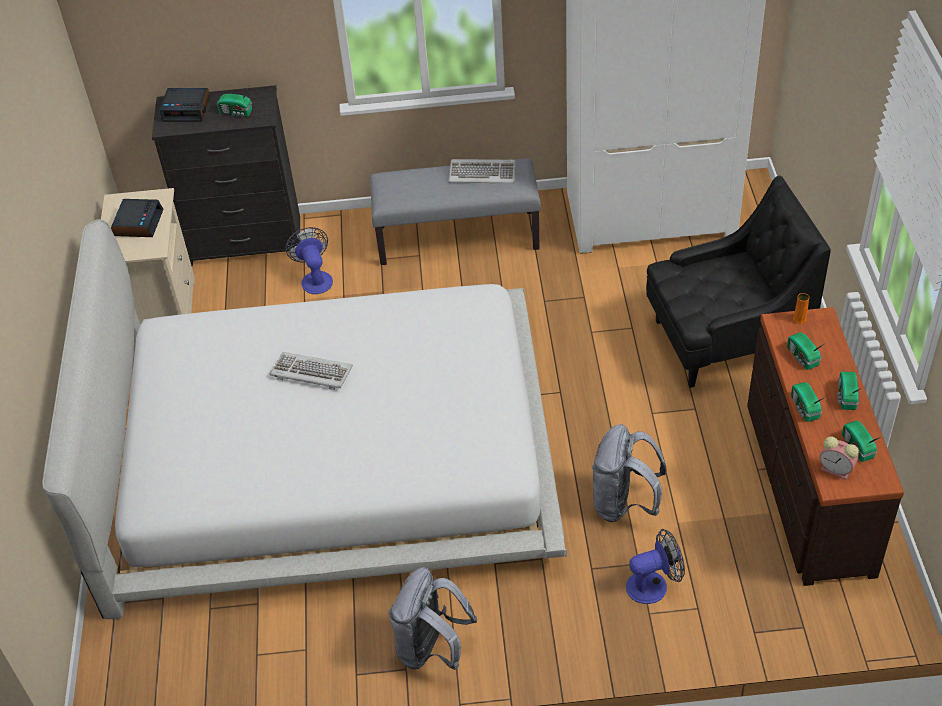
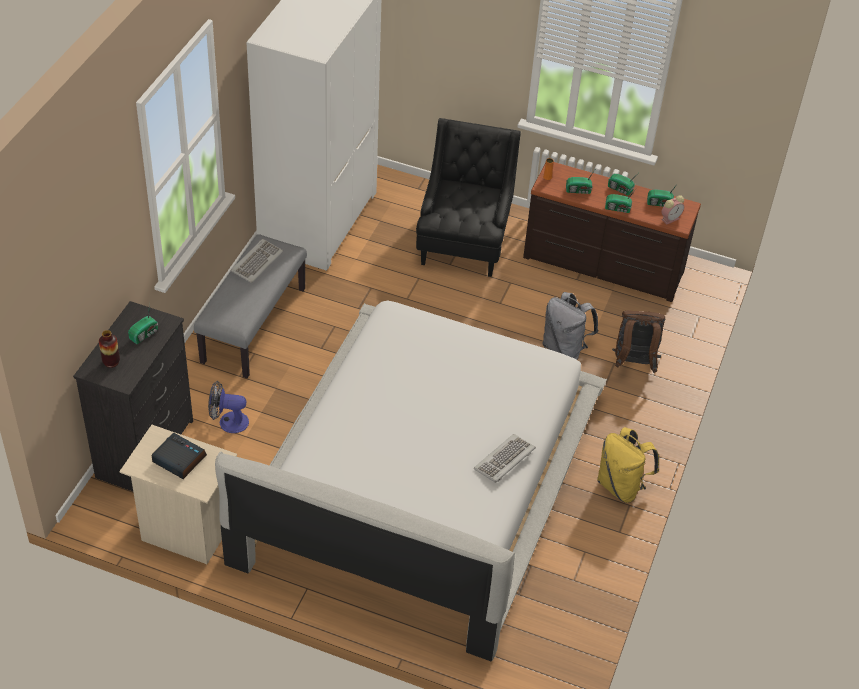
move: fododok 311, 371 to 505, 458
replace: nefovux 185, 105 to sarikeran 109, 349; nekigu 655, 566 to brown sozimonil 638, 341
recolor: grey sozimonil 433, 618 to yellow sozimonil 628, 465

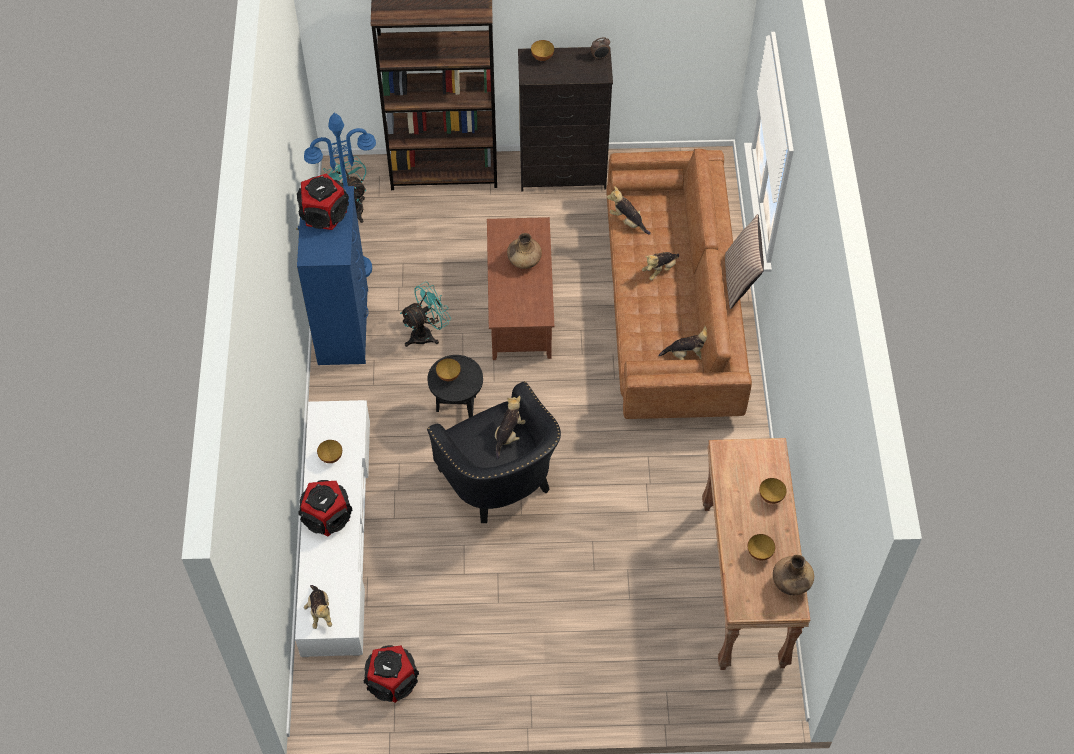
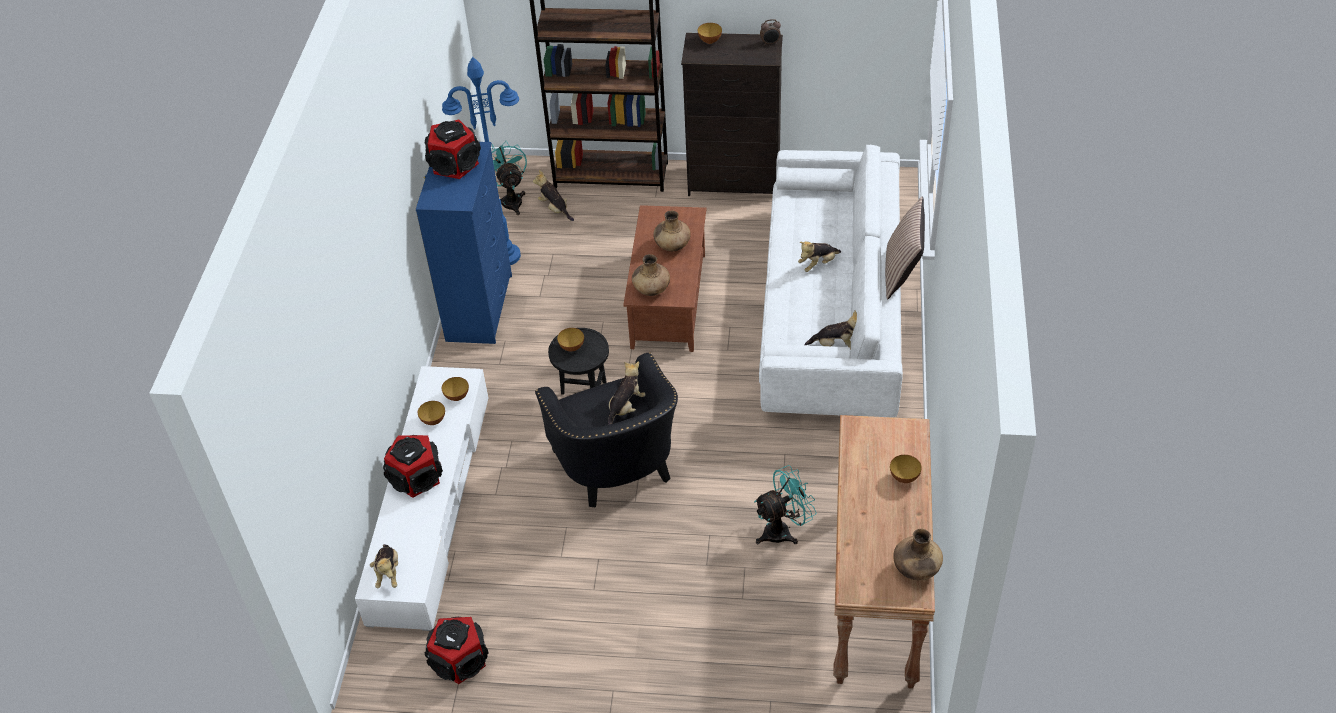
insert: brown sarikeran 651, 275
move: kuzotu 629, 210 to 553, 195; turquoise nekigu 425, 314 to 785, 504; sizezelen 761, 547 to 455, 389
recolor: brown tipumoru 679, 284 to white tipumoru 831, 281

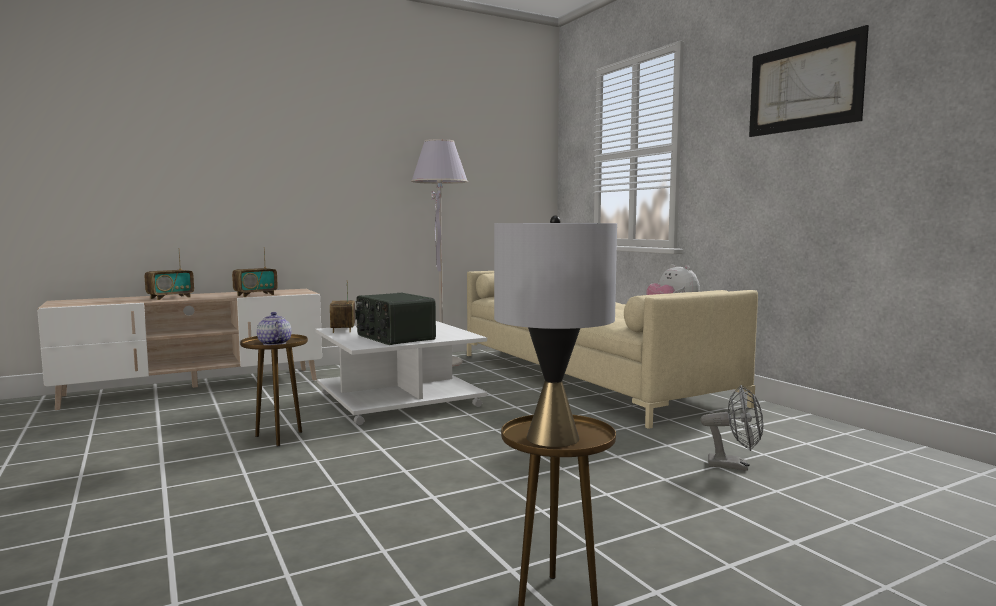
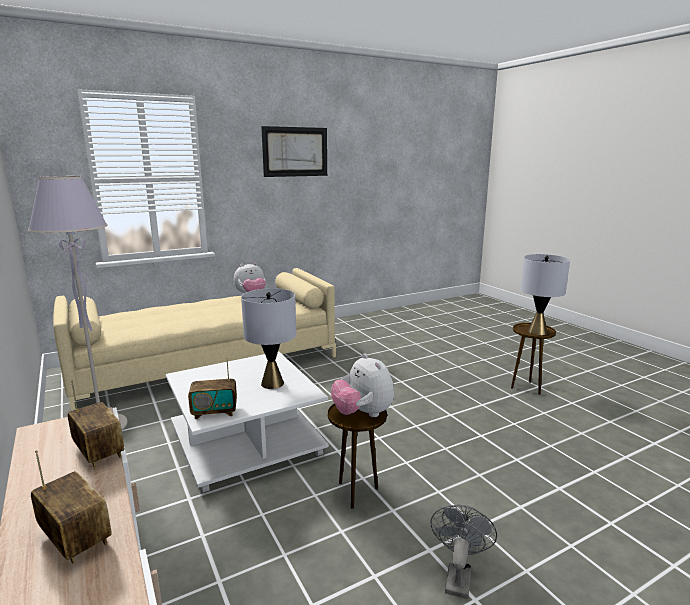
move: grey nekigu 732, 428 to 463, 552
replace: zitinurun 395, 319 to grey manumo 268, 338; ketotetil 274, 328 to kuzotu 362, 385

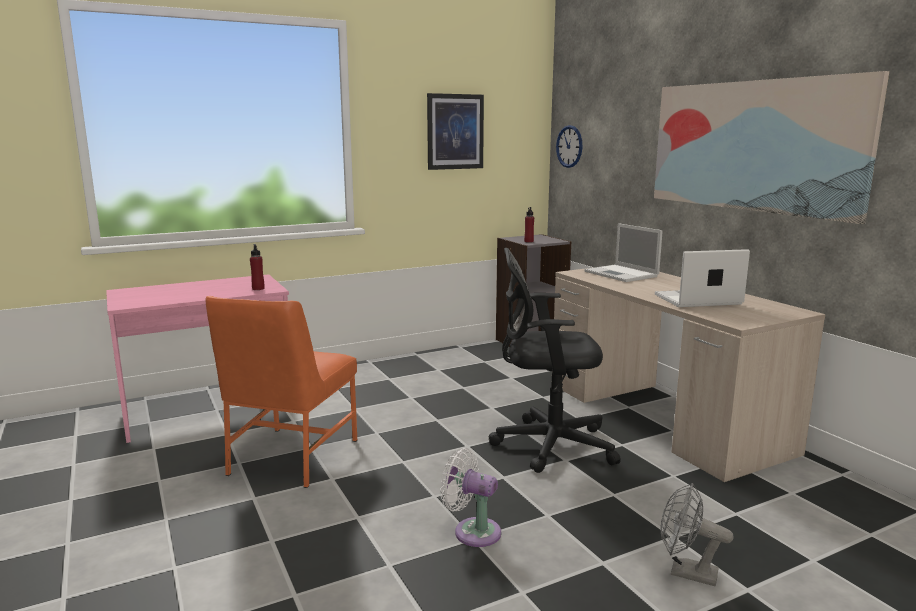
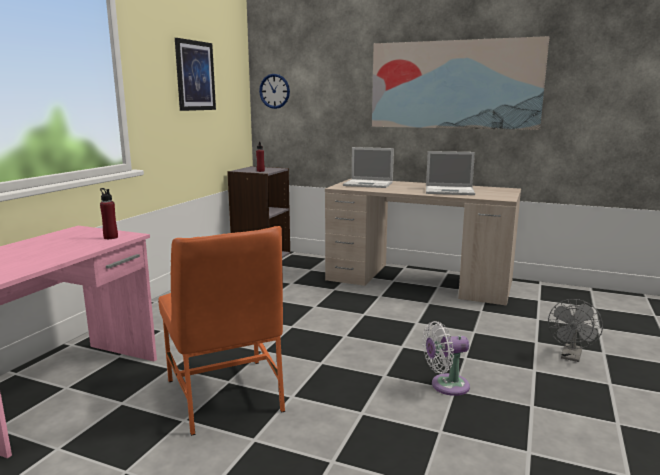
delete: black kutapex 555, 360
rotate: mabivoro 702, 278 = 450, 173 120 degrees counterclockwise; grey nekigu 697, 534 = 575, 330 45 degrees counterclockwise

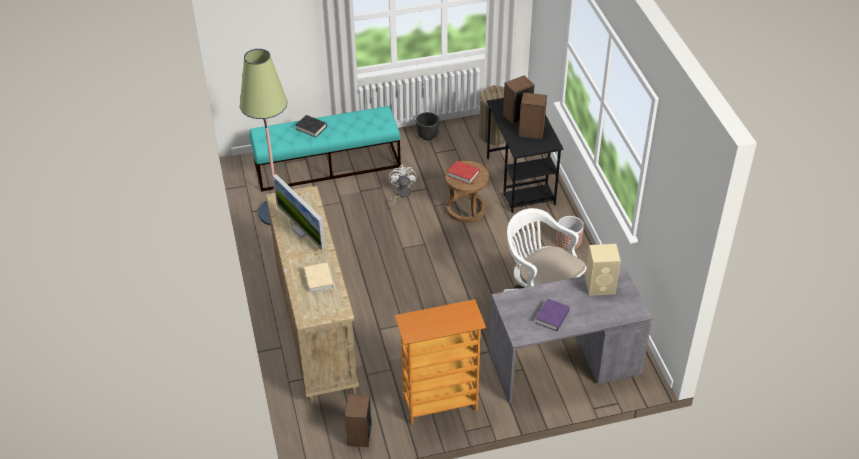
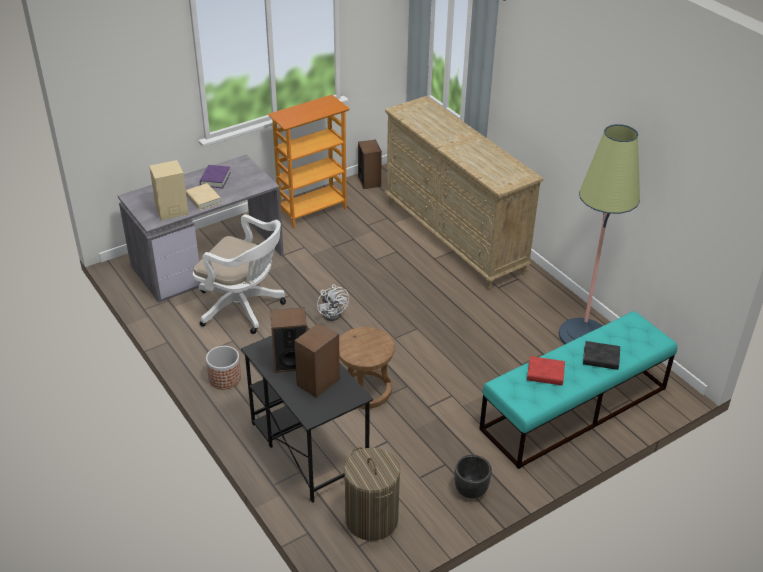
delete: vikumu 299, 212
move: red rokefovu 463, 173 to 546, 371; white nekigu 402, 187 to 333, 302; beige rokefovu 319, 278 to 203, 196

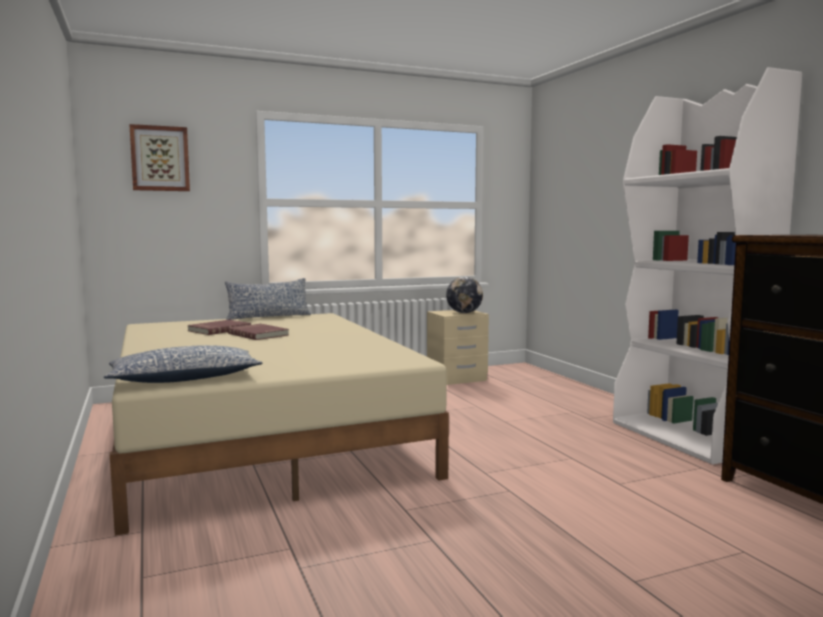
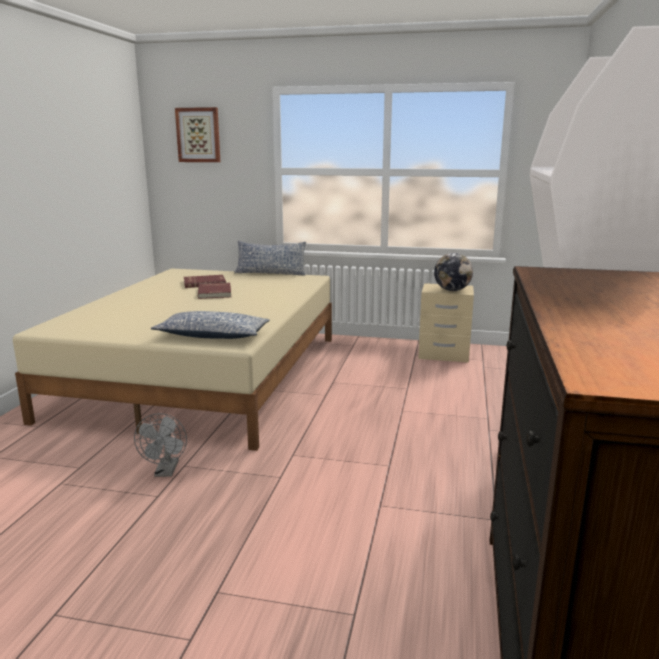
insert: grey nekigu 160, 445
move: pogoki 183, 364 to 210, 325

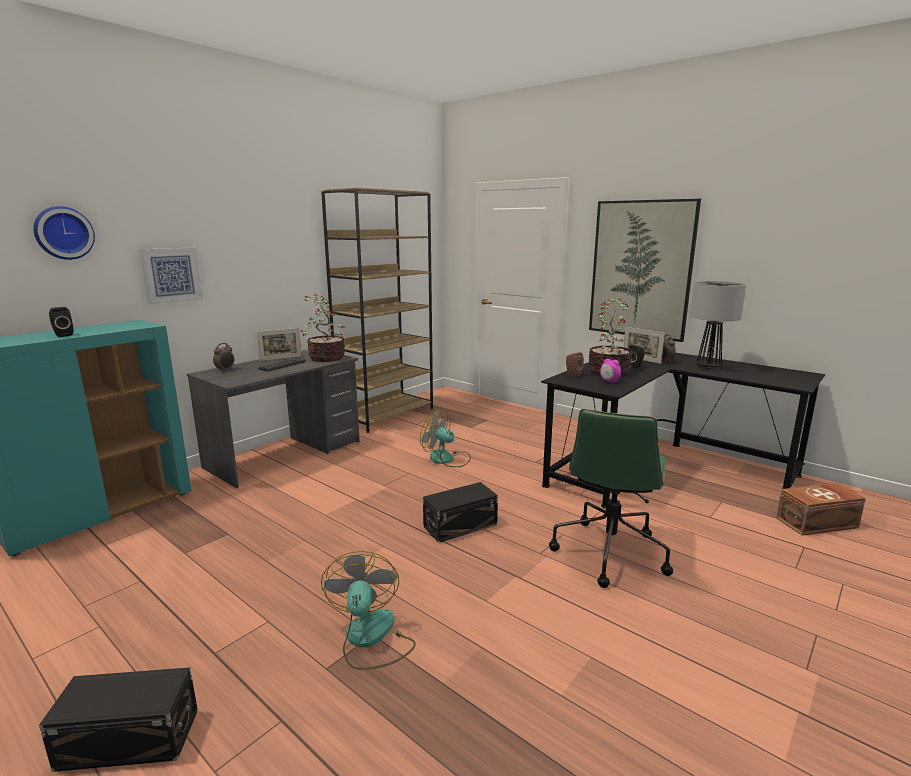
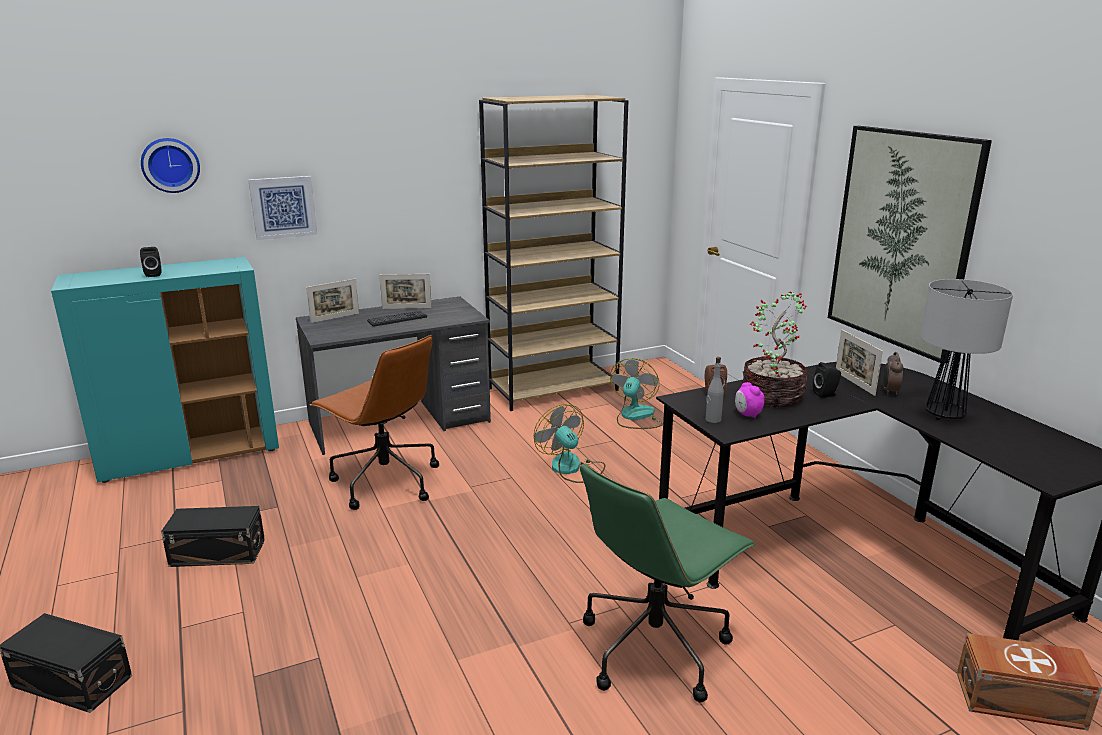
delete: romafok 323, 327
insert: brown kutapex 374, 422; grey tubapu 715, 390
move: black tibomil 460, 512 to 213, 536; nekigu 368, 610 to 636, 393
replace: nefovux 223, 357 to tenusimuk 332, 301

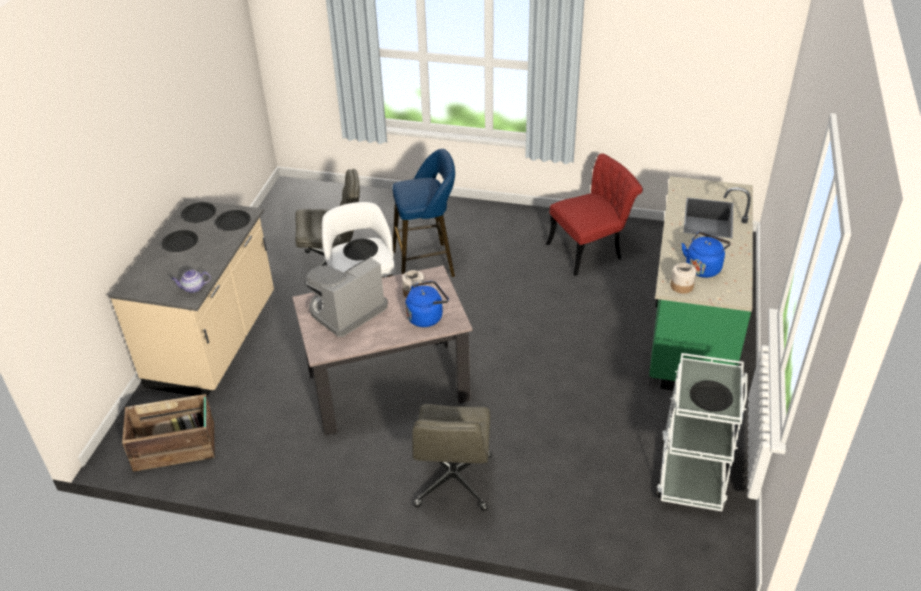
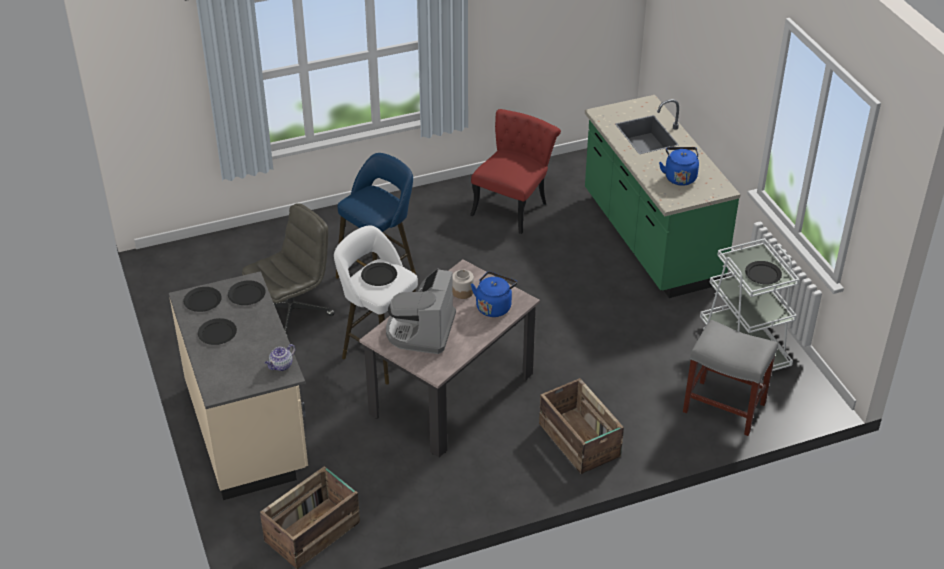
delete: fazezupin 683, 278
insert: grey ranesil 730, 378
replace: grey kutapex 452, 457 to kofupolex 581, 426

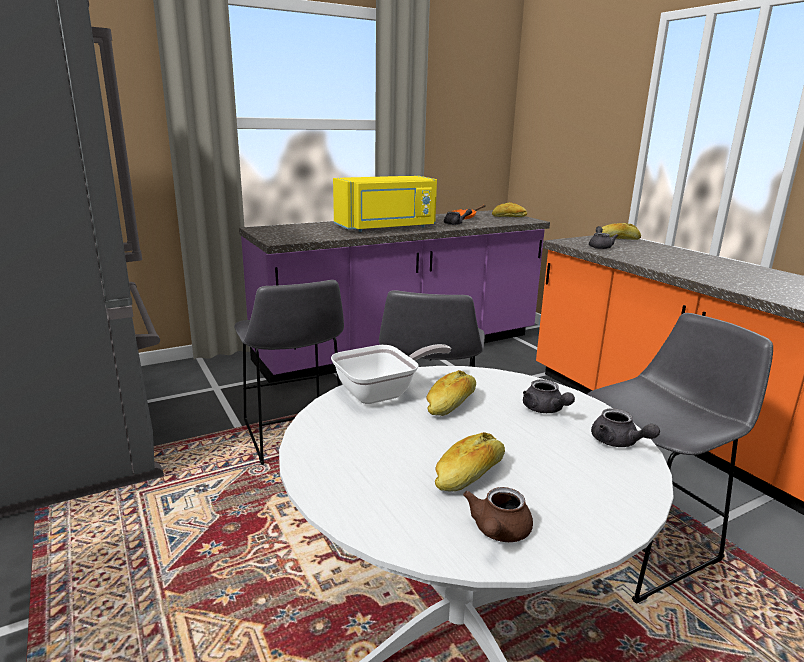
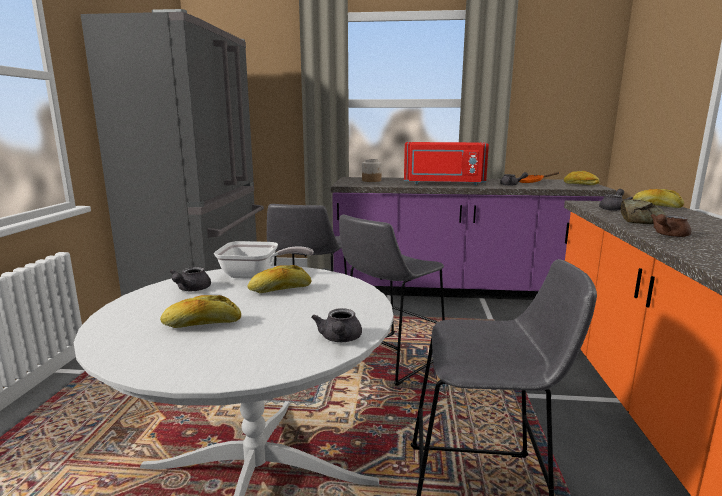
insert: fazezupin 372, 170; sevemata 643, 211
move: grey ketotetil 549, 396 to 190, 279; brown ketotetil 498, 514 to 670, 225
recolor: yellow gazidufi 385, 204 to red gazidufi 446, 163

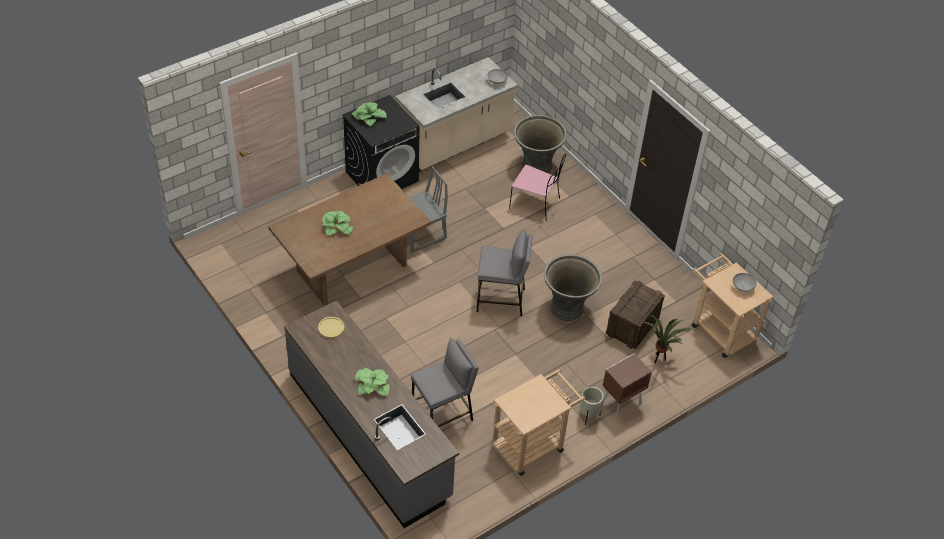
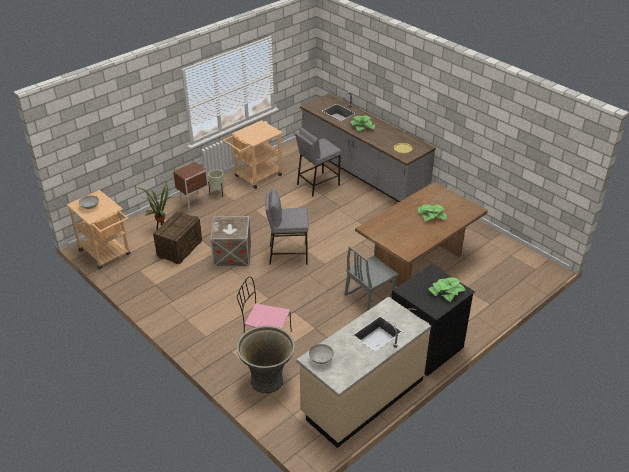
replace: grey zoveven 573, 287 to kofupolex 230, 241

